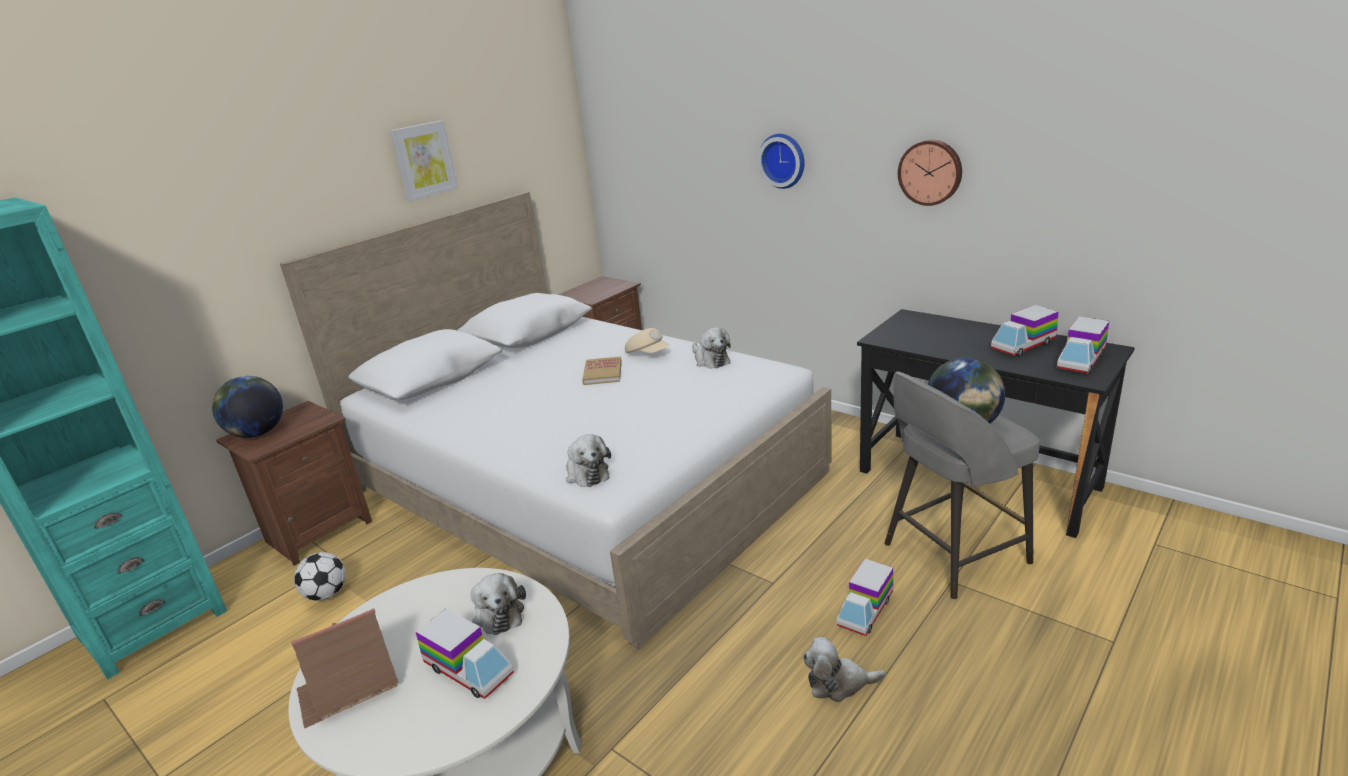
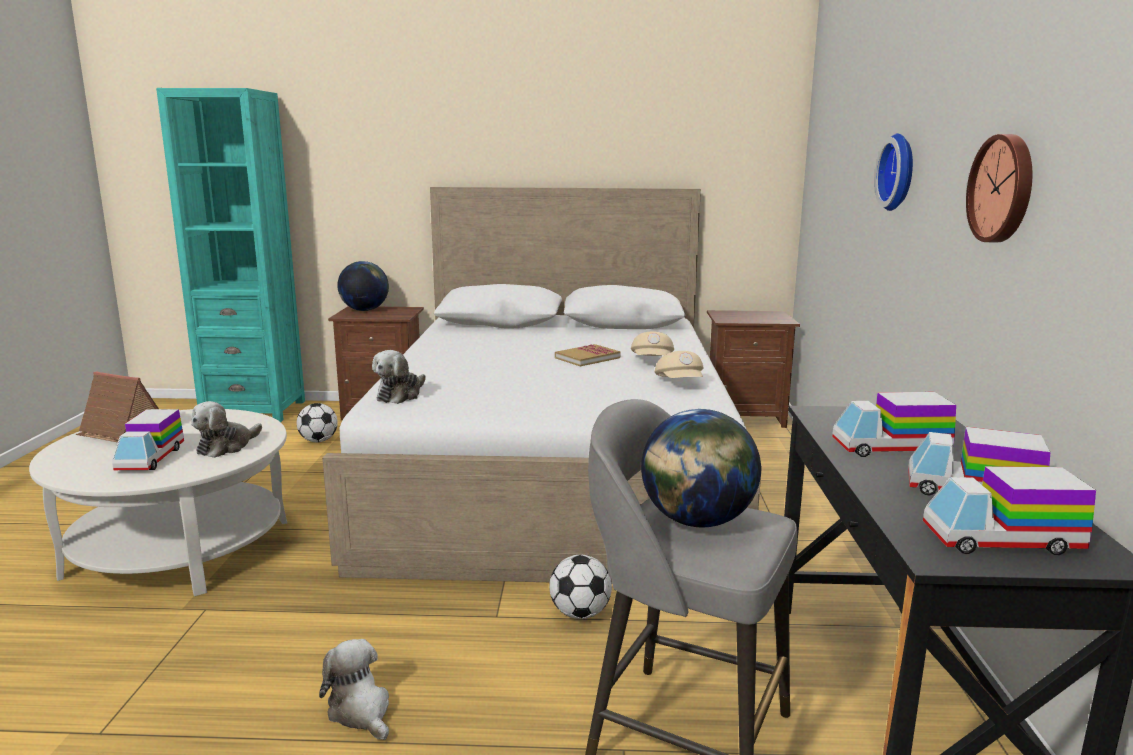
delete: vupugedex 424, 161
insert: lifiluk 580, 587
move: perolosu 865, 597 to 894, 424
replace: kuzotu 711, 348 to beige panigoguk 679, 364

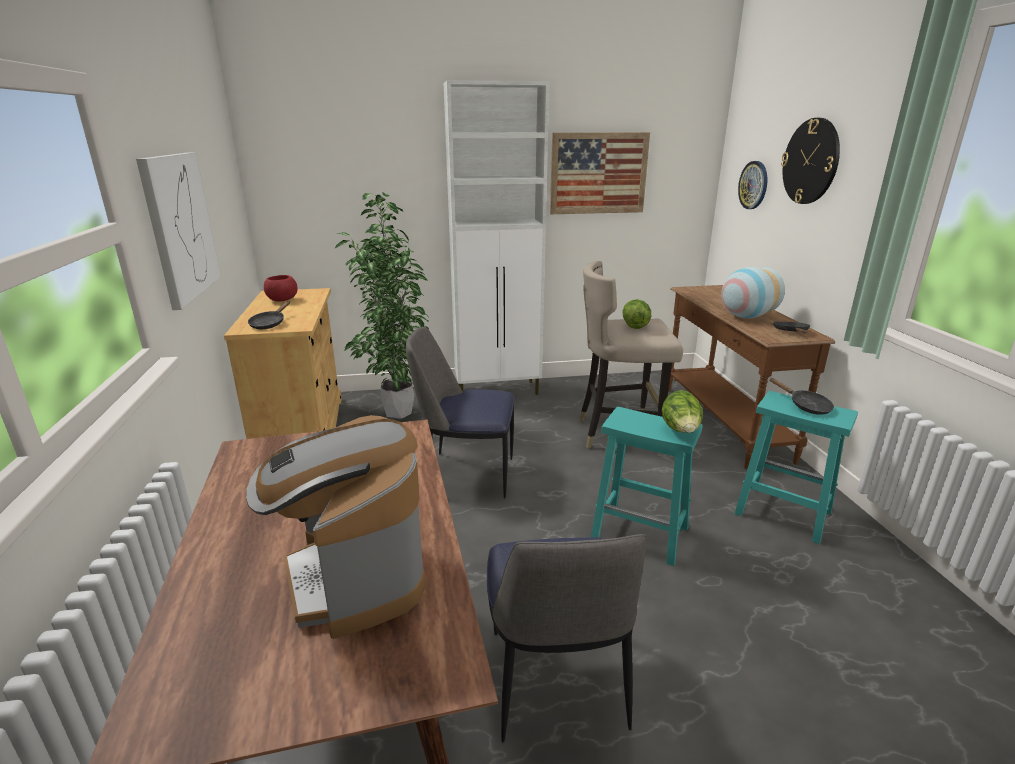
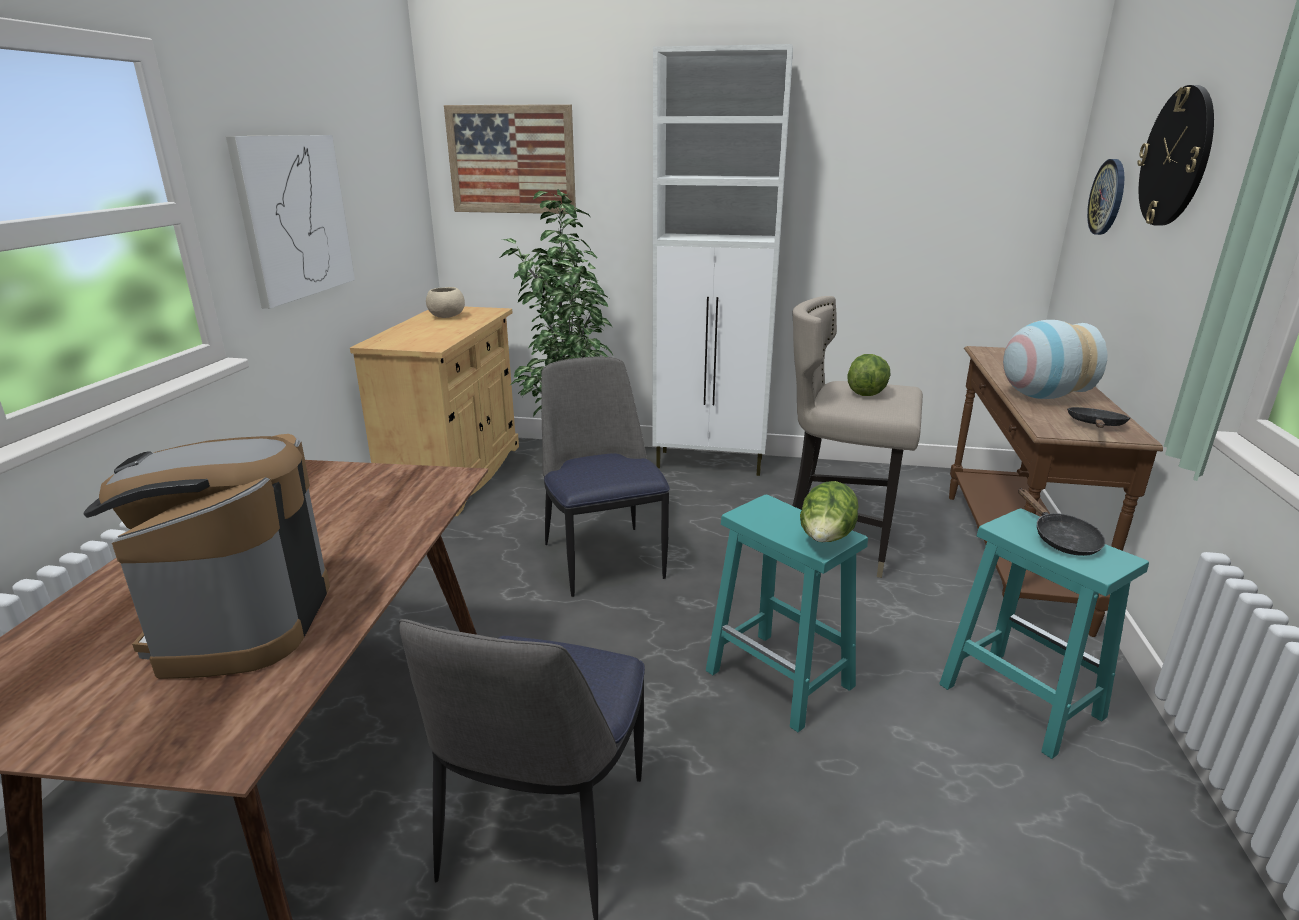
delete: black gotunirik 269, 315
move: vupugedex 600, 173 to 510, 159
recolor: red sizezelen 281, 288 to beige sizezelen 445, 302
rotate: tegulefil 460, 412 = 605, 477 45 degrees clockwise

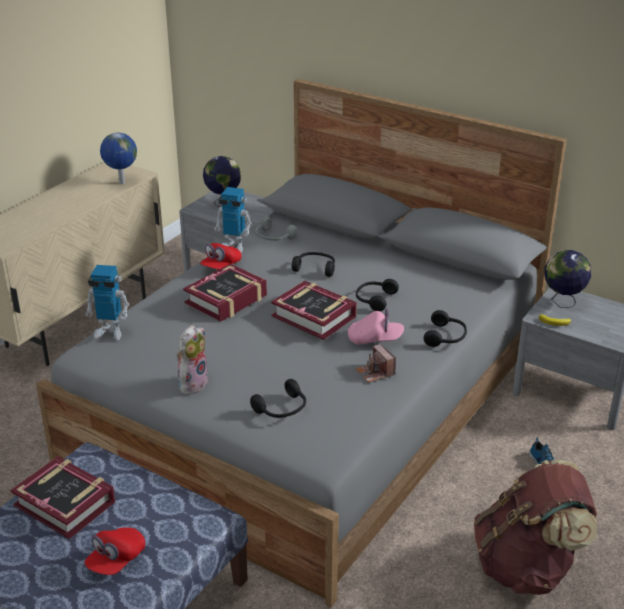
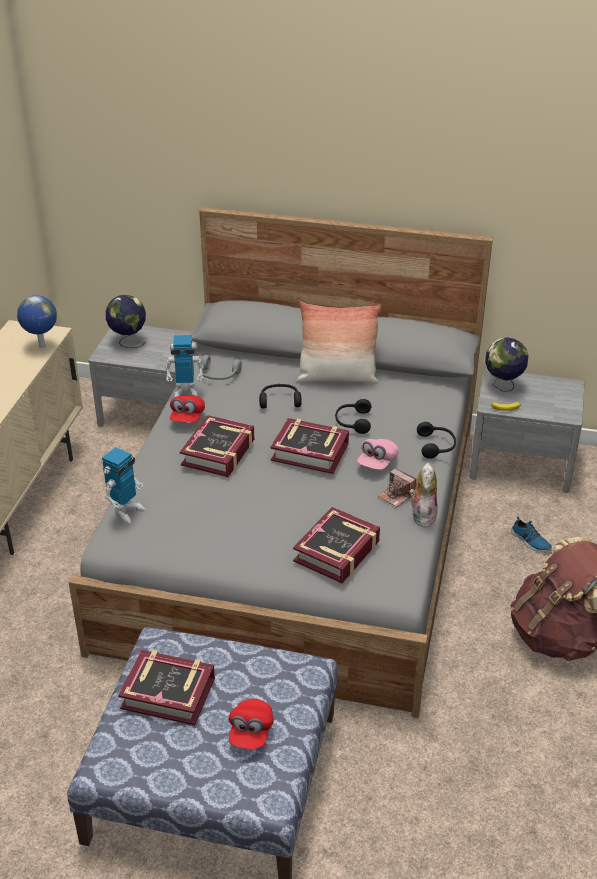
insert: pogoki 338, 343
move: kuzotu 192, 360 to 423, 495
replace: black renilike 278, 398 to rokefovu 336, 545
rotate: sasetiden 107, 302 = 124, 485 45 degrees counterclockwise; pink panigoguk 376, 326 = 378, 454 135 degrees clockwise

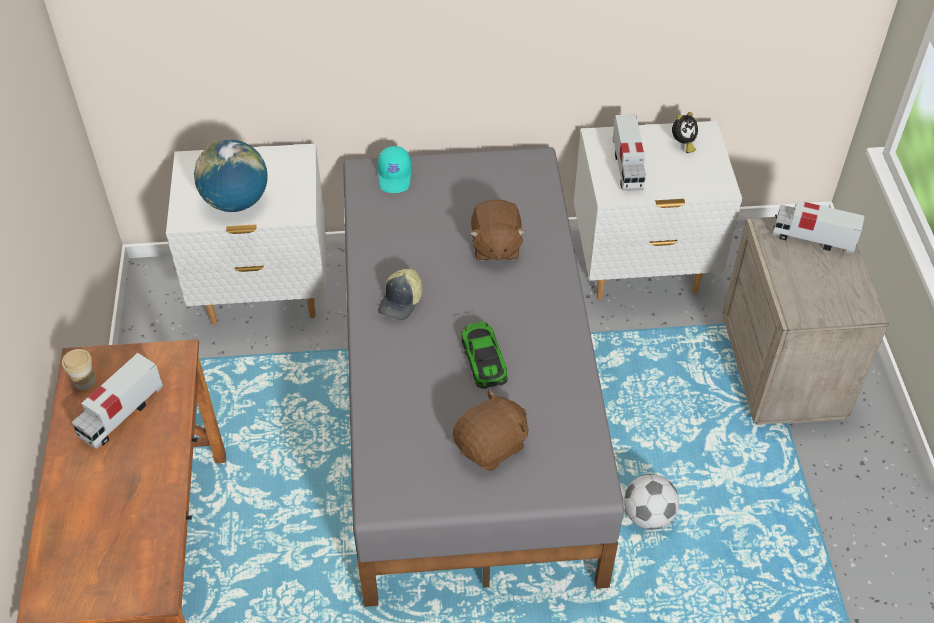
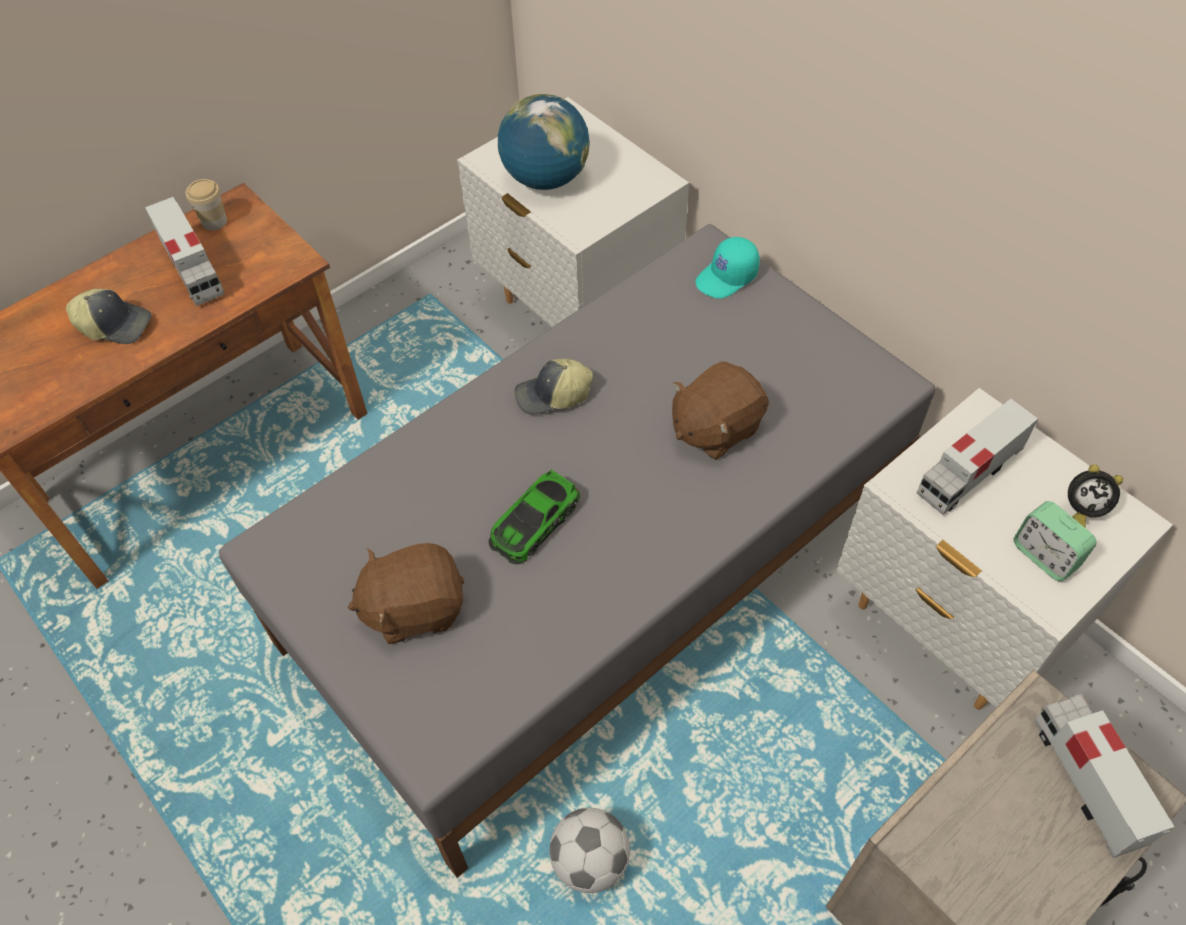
insert: panigoguk 108, 316; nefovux 1055, 541
rotate: perolosu 117, 401 = 185, 251 120 degrees counterclockwise; brown kuzotu 491, 430 = 406, 593 150 degrees clockwise

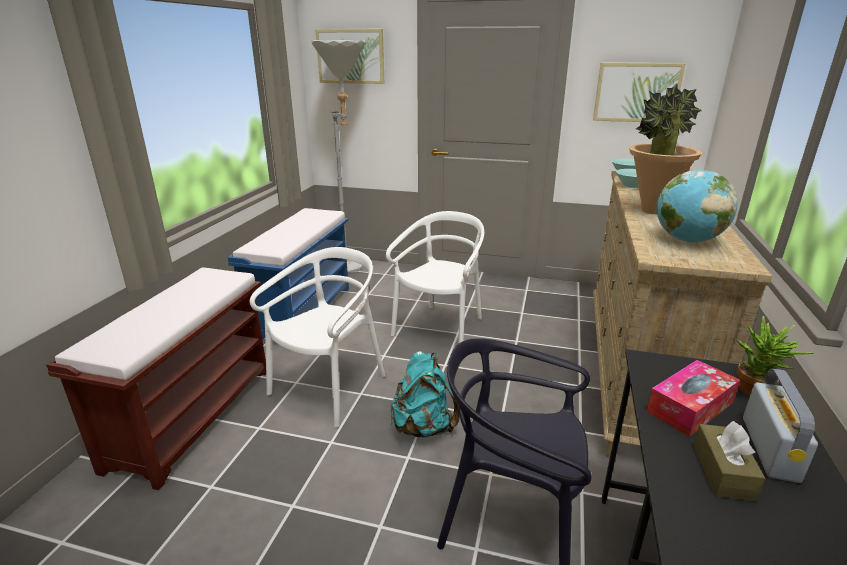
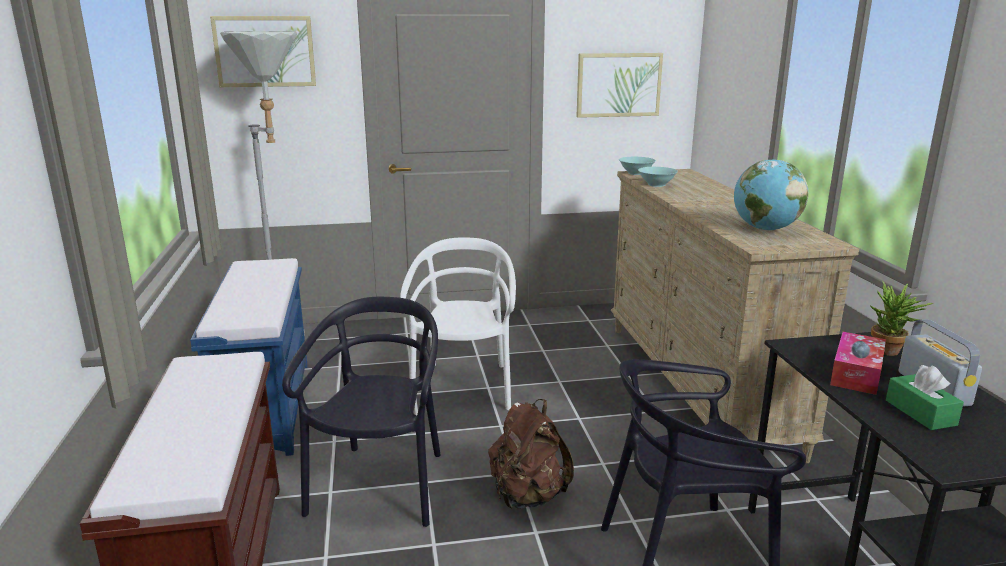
delete: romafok 665, 149
recolor: white tegulefil 317, 337 to black tegulefil 361, 412; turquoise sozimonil 425, 394 to brown sozimonil 531, 454; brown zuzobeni 729, 461 to green zuzobeni 925, 397

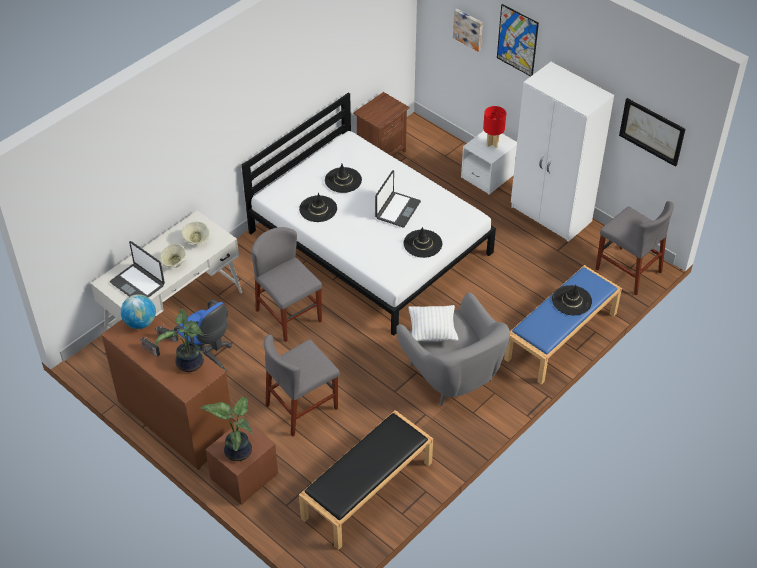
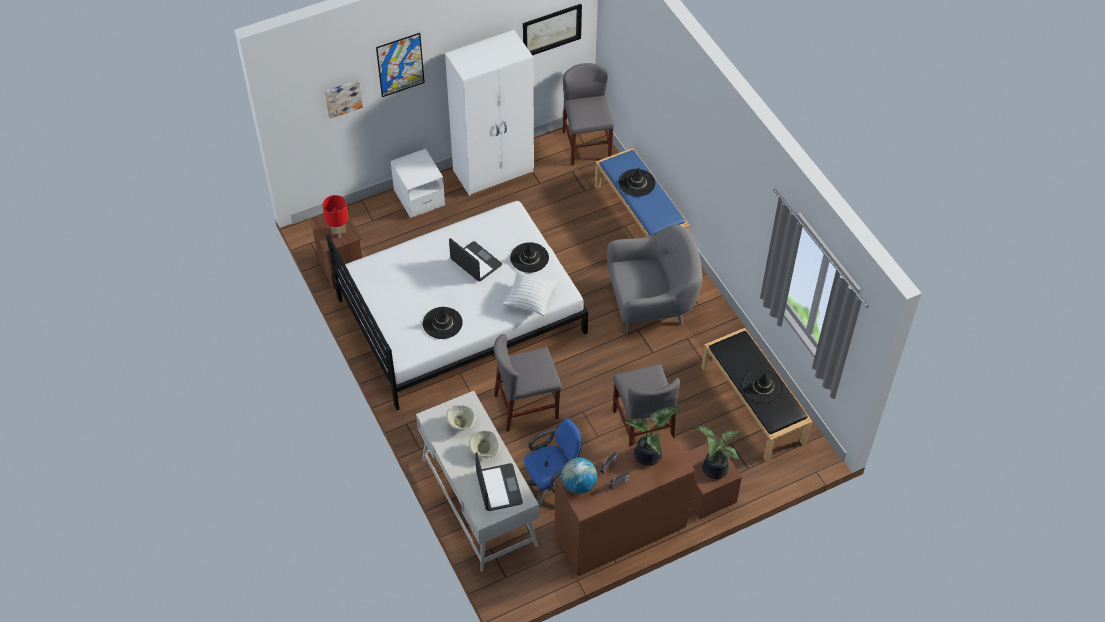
move: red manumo 494, 127 to 335, 216; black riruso 343, 178 to 763, 386; white pogoki 433, 323 to 530, 293
rotate: grey tegulefil 635, 248 = 588, 114 75 degrees counterclockwise; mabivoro 137, 269 = 499, 481 75 degrees counterclockwise

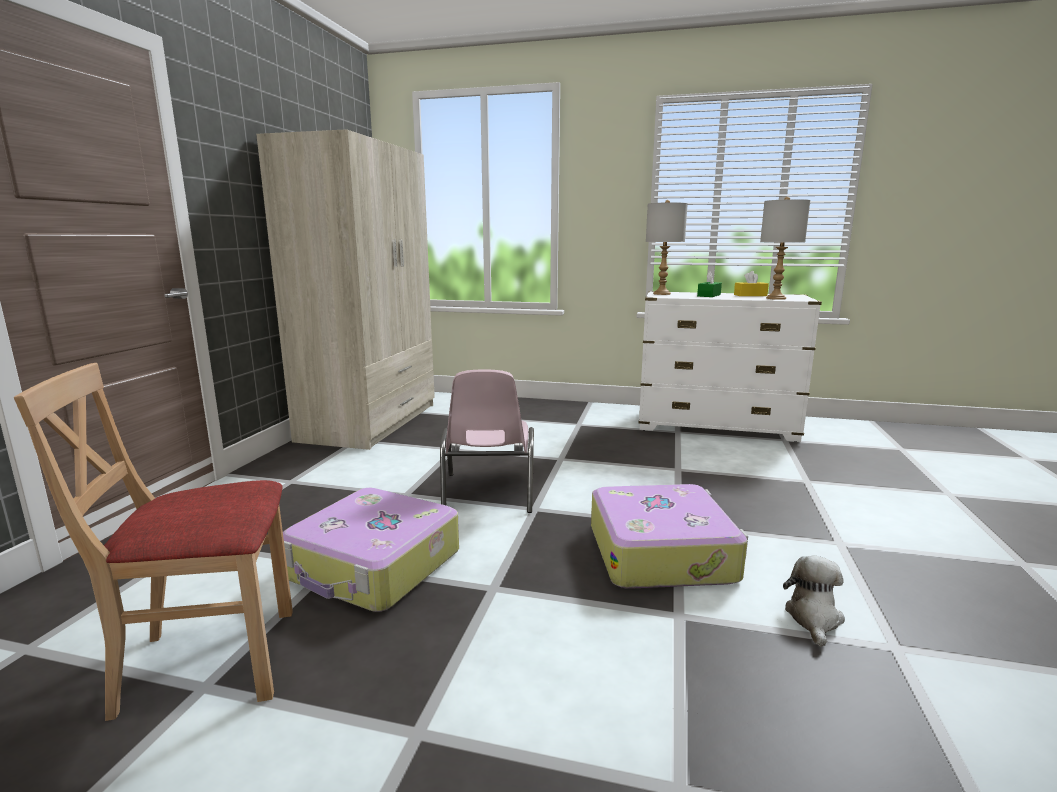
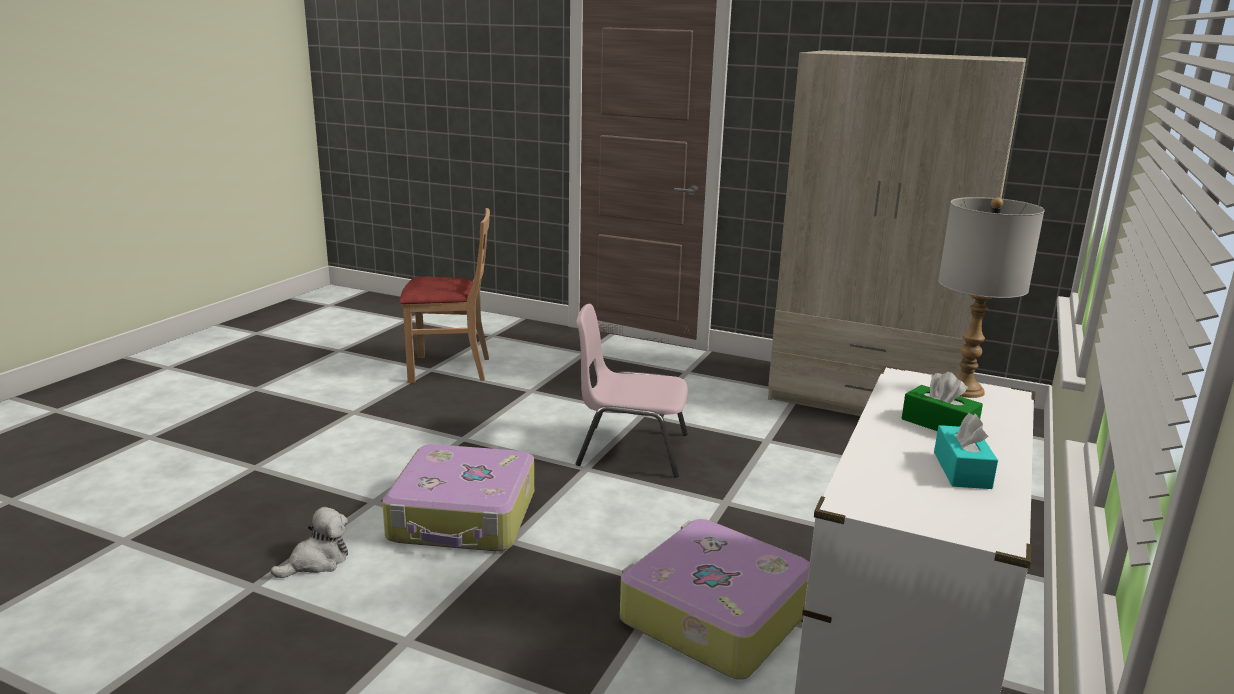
delete: grey manumo 785, 248
move: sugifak 371, 550 to 715, 599
recolor: yellow zuzobeni 751, 283 to turquoise zuzobeni 966, 451
rotate: beige tegulefil 153, 542 = 445, 295 90 degrees clockwise; kuzotu 814, 601 = 309, 542 75 degrees counterclockwise

